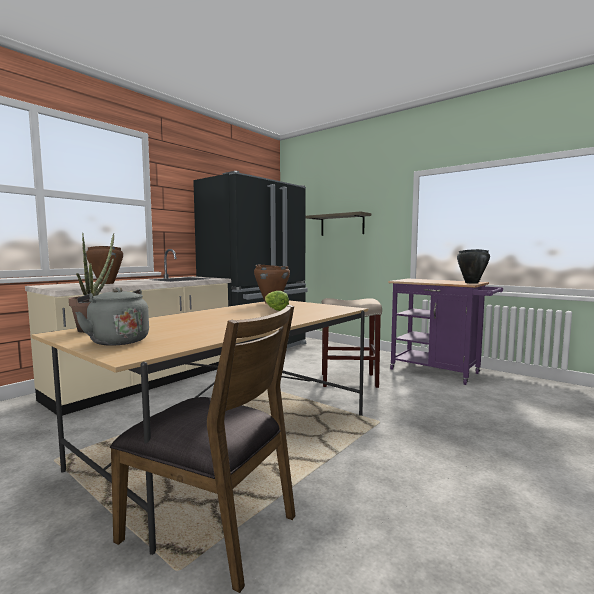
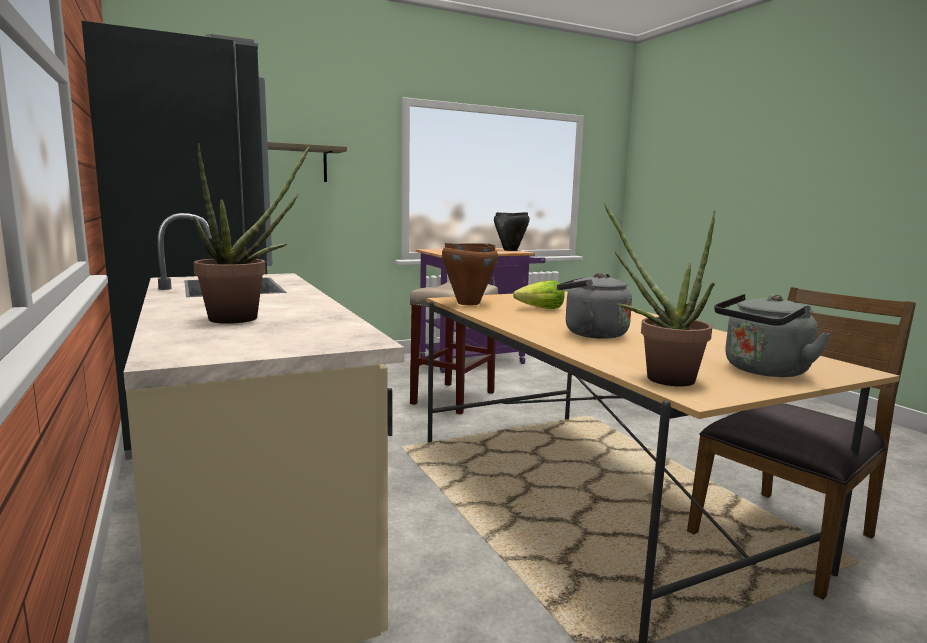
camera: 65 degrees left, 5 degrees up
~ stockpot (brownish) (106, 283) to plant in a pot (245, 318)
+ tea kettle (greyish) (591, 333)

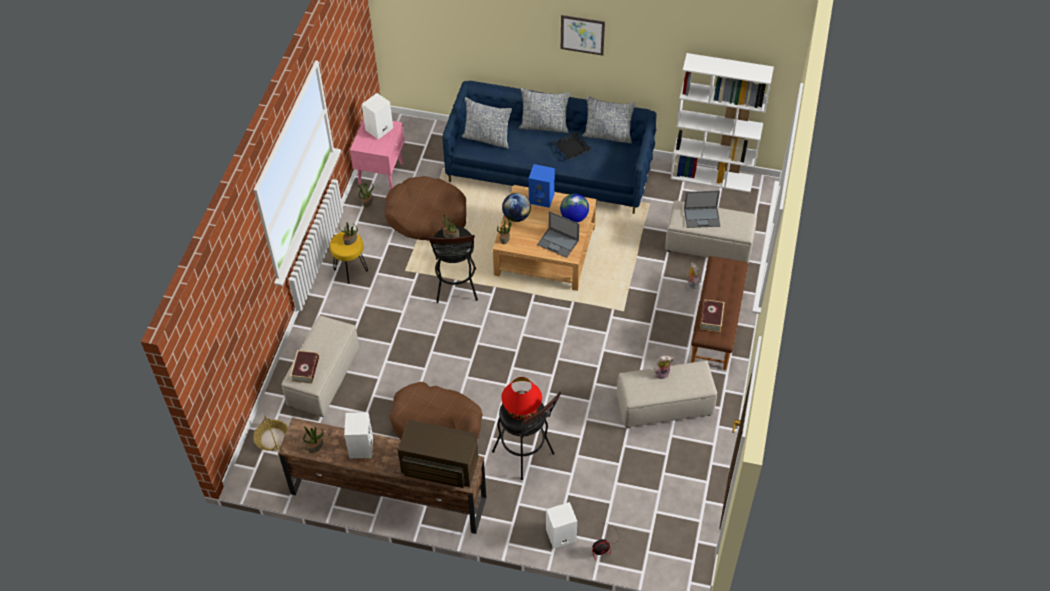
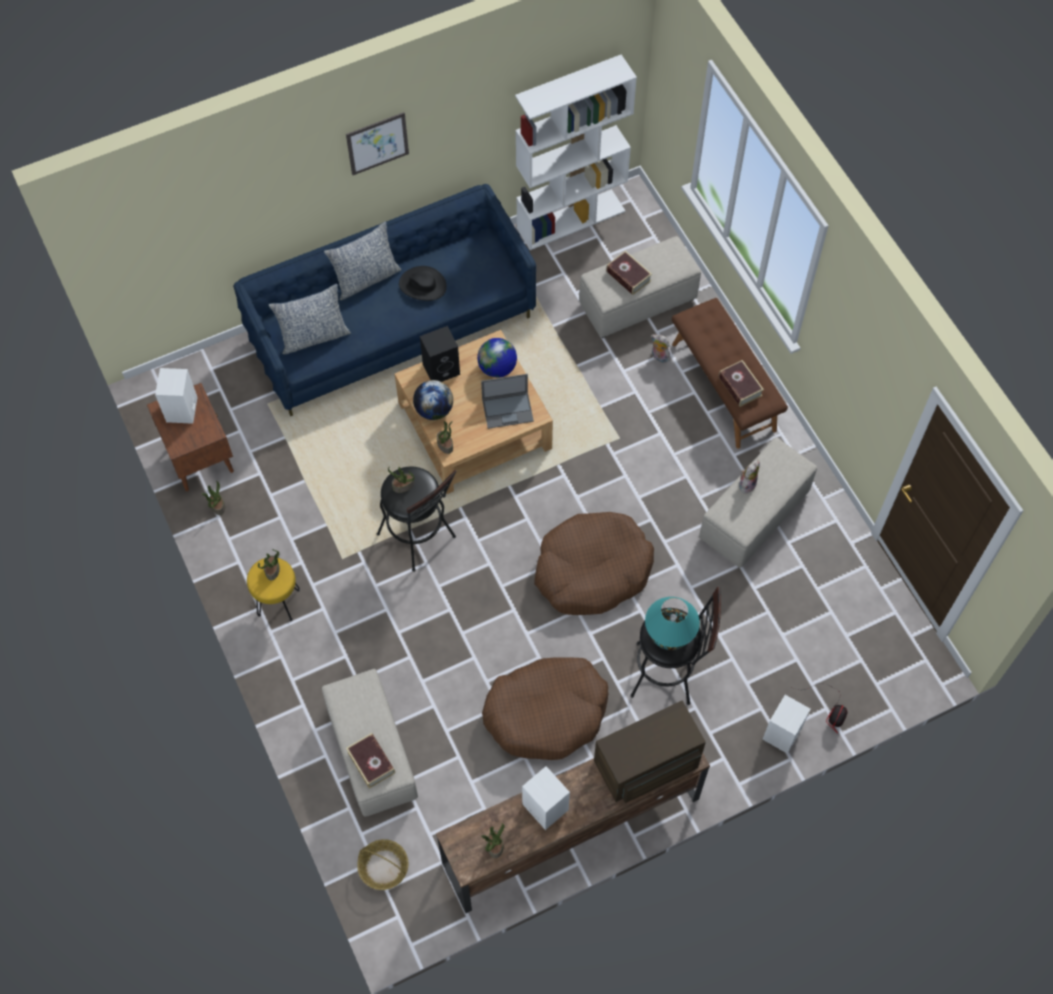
camera: 40 degrees left, 10 degrees up
- cushion (608, 135)
~ night table (pink) (381, 173) to night table (brownish) (200, 458)
~ serving tray (blackish) (572, 148) to clothing hat (blackish) (422, 285)
~ speaker (blue-coloured) (542, 198) to speaker (blackish) (442, 368)
~ pet bed (brownish) (427, 216) to (592, 570)
~ laptop (702, 217) to volume (628, 276)
~ tabletop lamp (red) (521, 409) to tabletop lamp (blue-green) (669, 633)

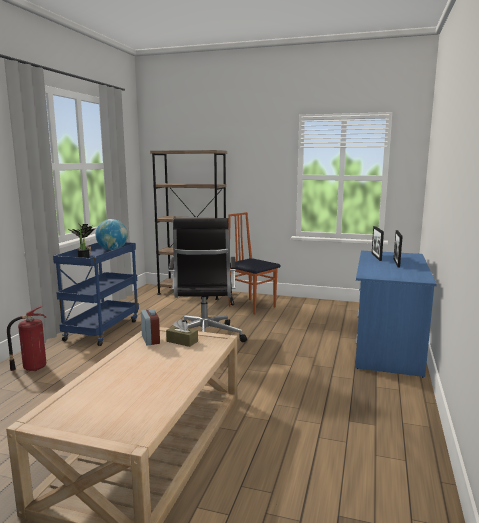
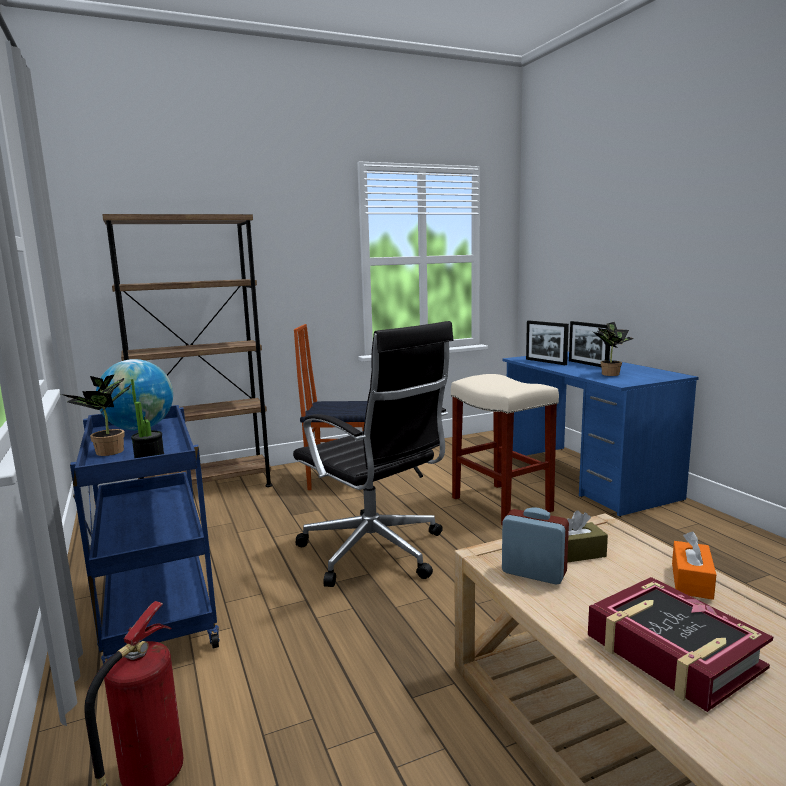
camera: 40 degrees left, 0 degrees up
+ plant in a pot (610, 373)
+ stool (beige) (500, 504)
+ tissue box (orange) (691, 580)
+ volume (672, 652)

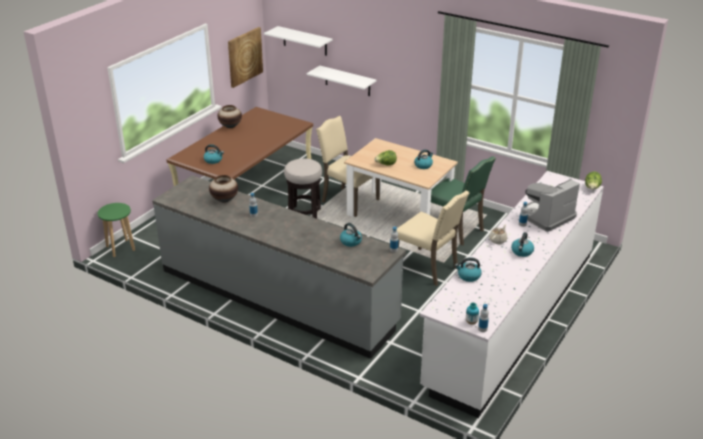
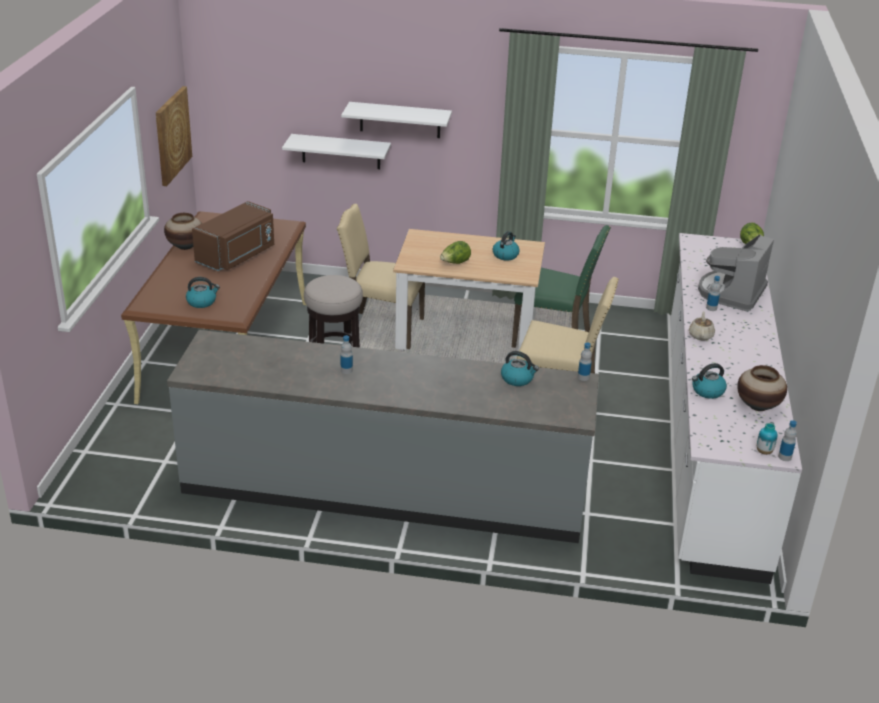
camera: 25 degrees left, 0 degrees up
~ shelf (whitish) (304, 41) to (400, 120)
~ decorative vase (224, 200) to (757, 406)
- stool (greenish) (120, 248)
- tea kettle (522, 252)
+ kitchen microwave (brownish) (237, 255)

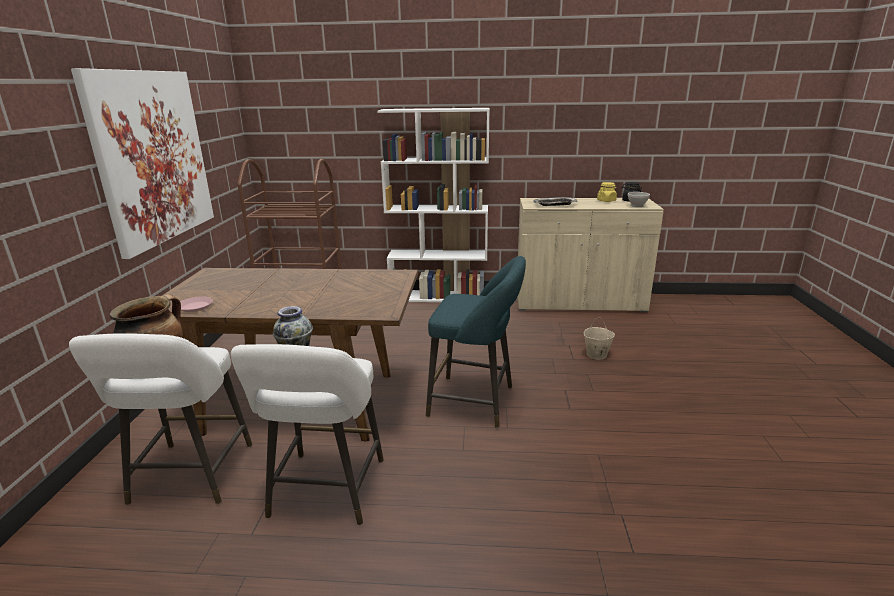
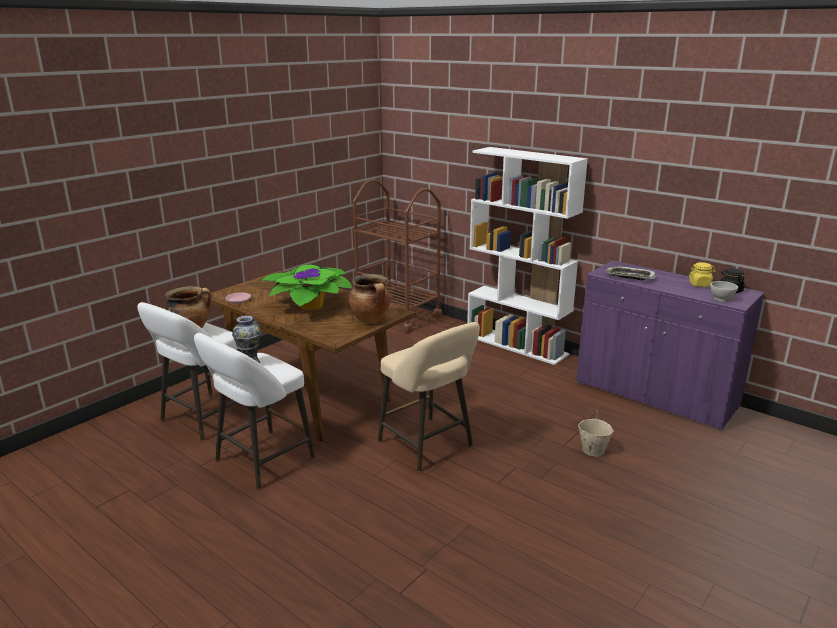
camera: 35 degrees right, 0 degrees up
- picture (153, 157)
~ cupboard (beige) (579, 302) to cupboard (purple-coloured) (655, 395)
~ stool (blue-green) (476, 402) to stool (beige) (428, 446)
+ plant in a pot (308, 306)
+ stockpot (371, 320)

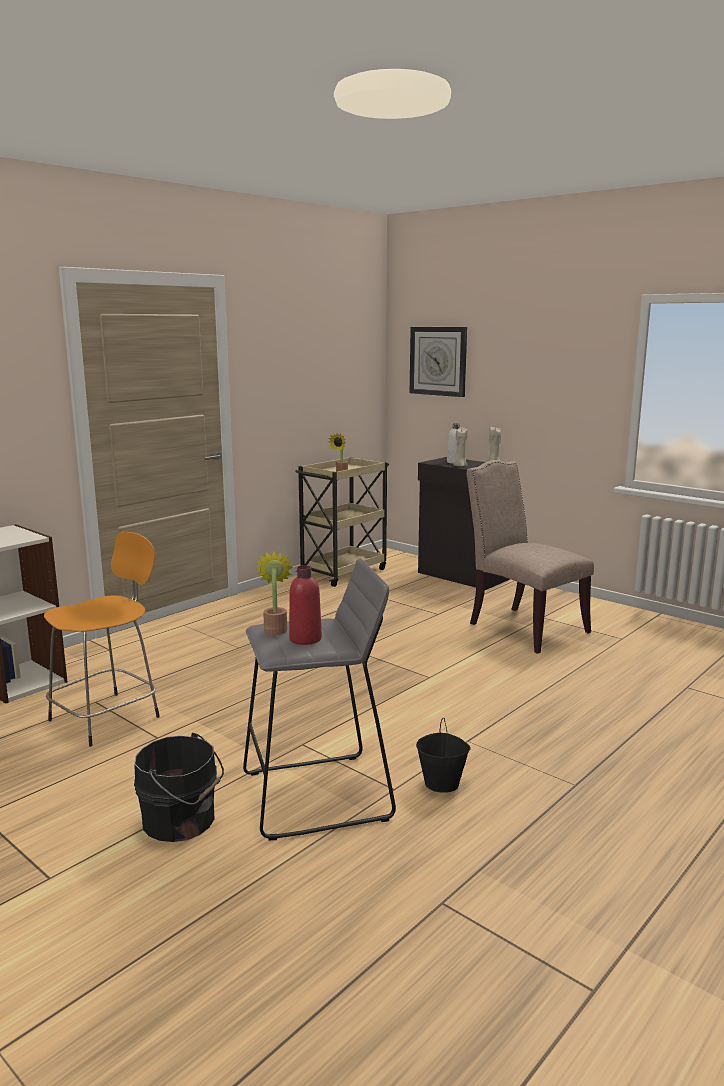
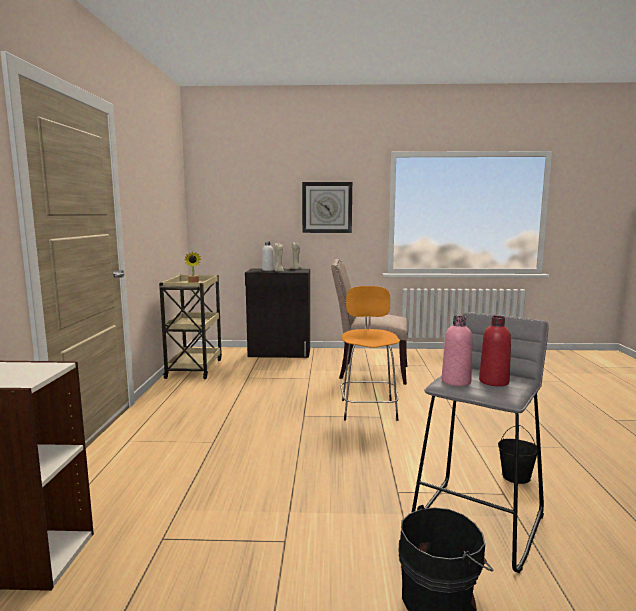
camera: 40 degrees left, 5 degrees down
~ wall clock (438, 361) to (327, 207)
~ stool (orange) (108, 717) to (368, 409)
~ plant in a pot (275, 628) to beverage bottle (pink) (456, 381)

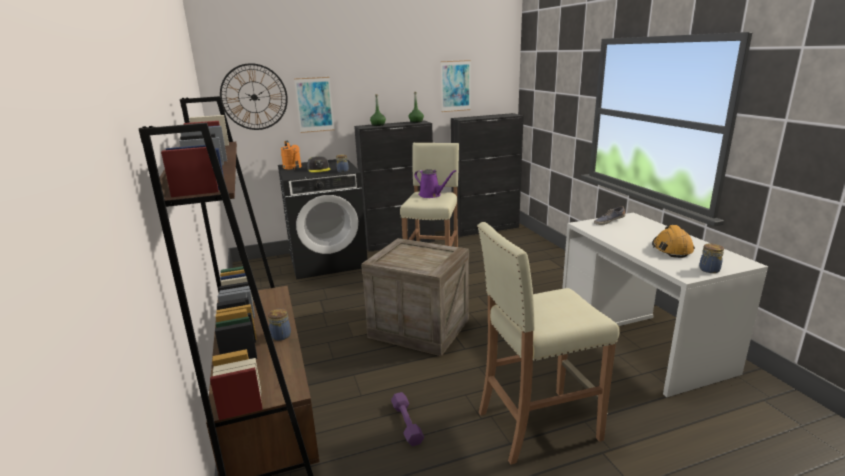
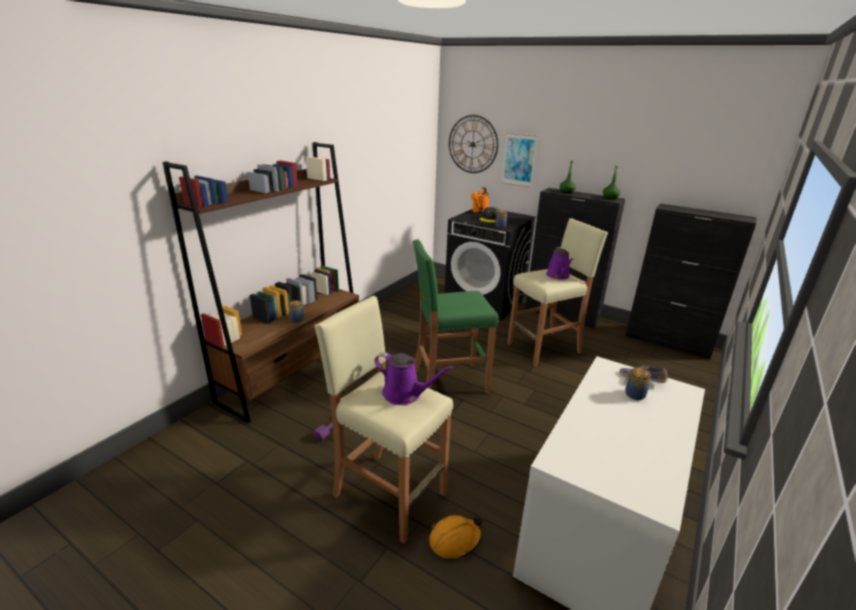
camera: 50 degrees right, 5 degrees up
- picture (455, 86)
~ hard hat (orange) (672, 249) to (455, 540)
~ crate (418, 328) to stool (greenish) (449, 381)
~ preserve jar (708, 270) to (633, 394)
+ watering pot (purple-coloured) (405, 394)

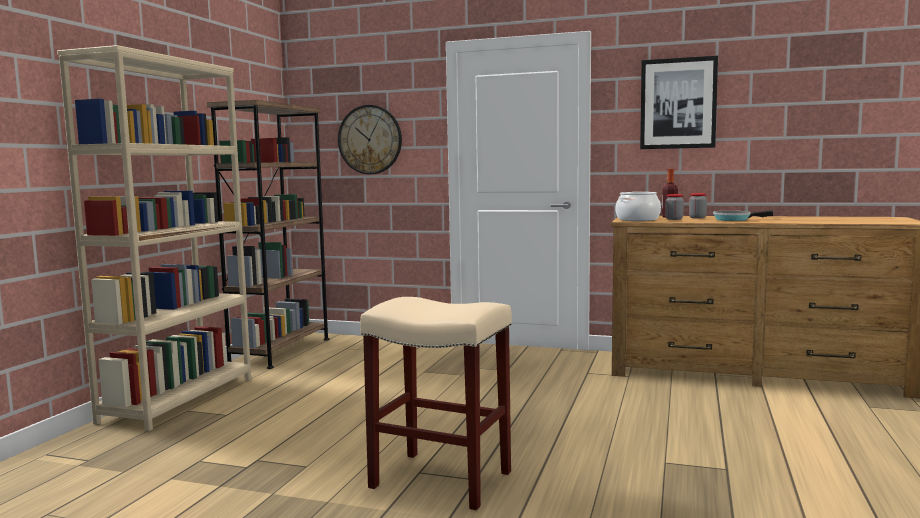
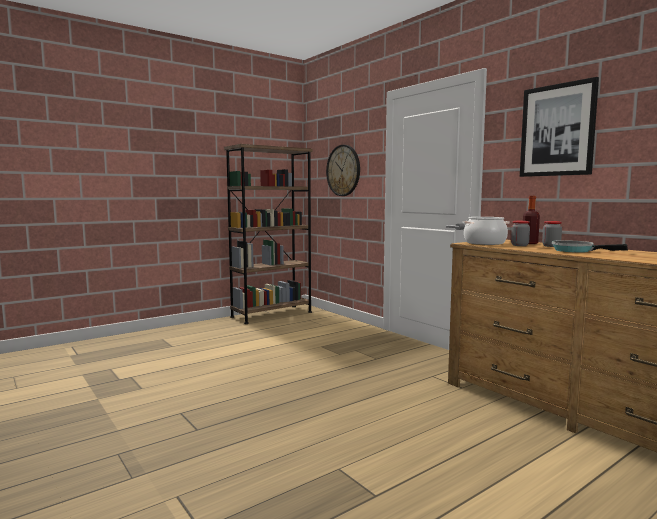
camera: 35 degrees right, 0 degrees up
- shelving unit (beige) (179, 399)
- stool (beige) (443, 479)

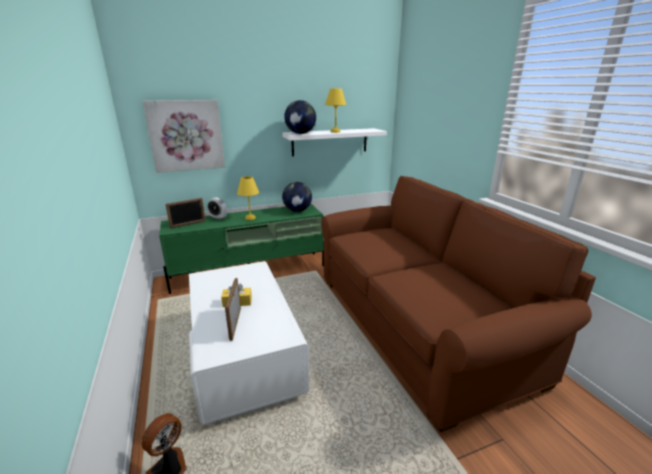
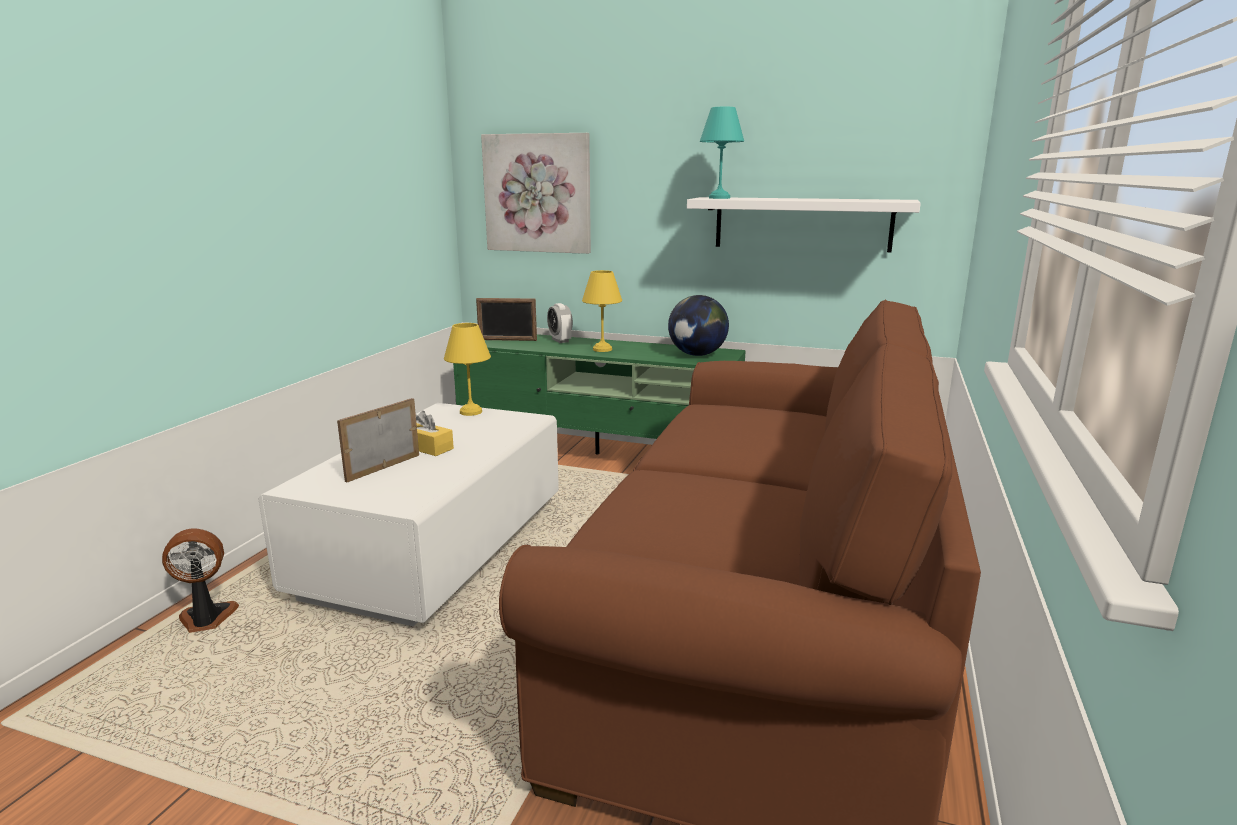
camera: 40 degrees right, 5 degrees down
~ tabletop lamp (yellow-coloured) (335, 131) to (471, 411)
~ world globe (300, 133) to tabletop lamp (blue-green) (719, 198)

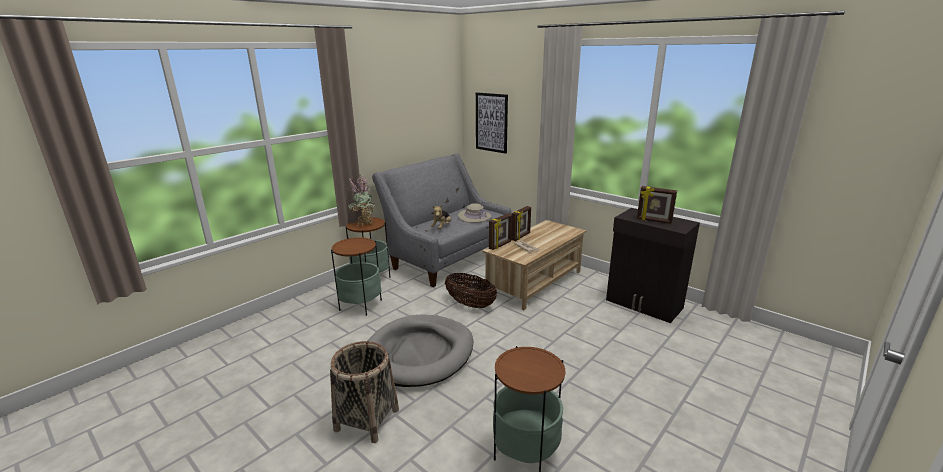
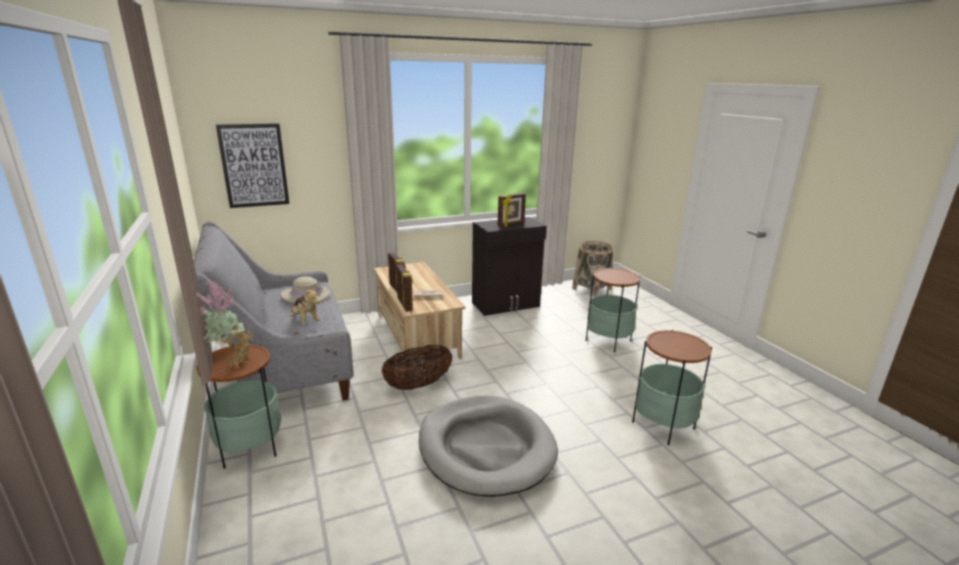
camera: 65 degrees left, 0 degrees up
~ side table (361, 305) to (608, 341)
~ storage basket (367, 419) to (591, 289)

